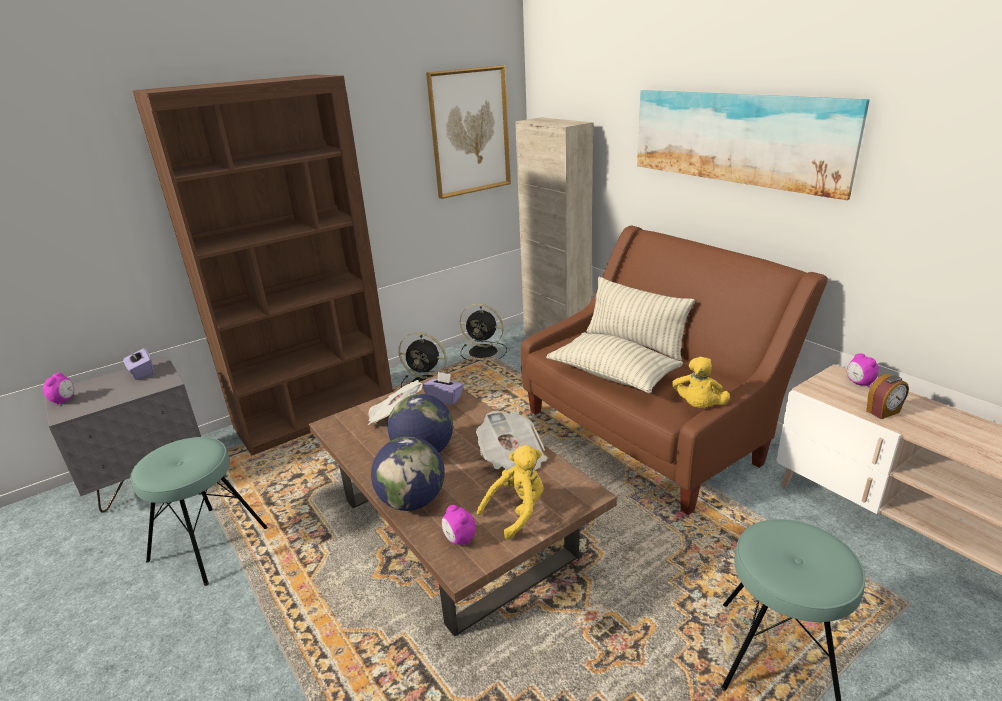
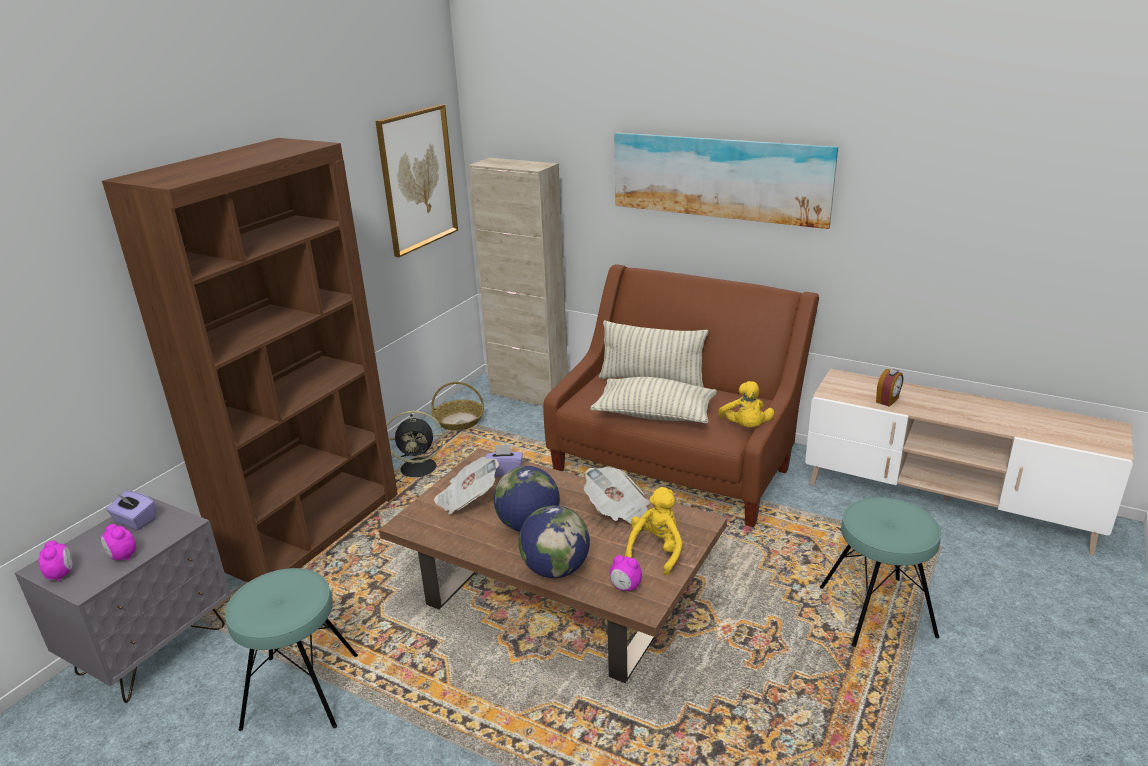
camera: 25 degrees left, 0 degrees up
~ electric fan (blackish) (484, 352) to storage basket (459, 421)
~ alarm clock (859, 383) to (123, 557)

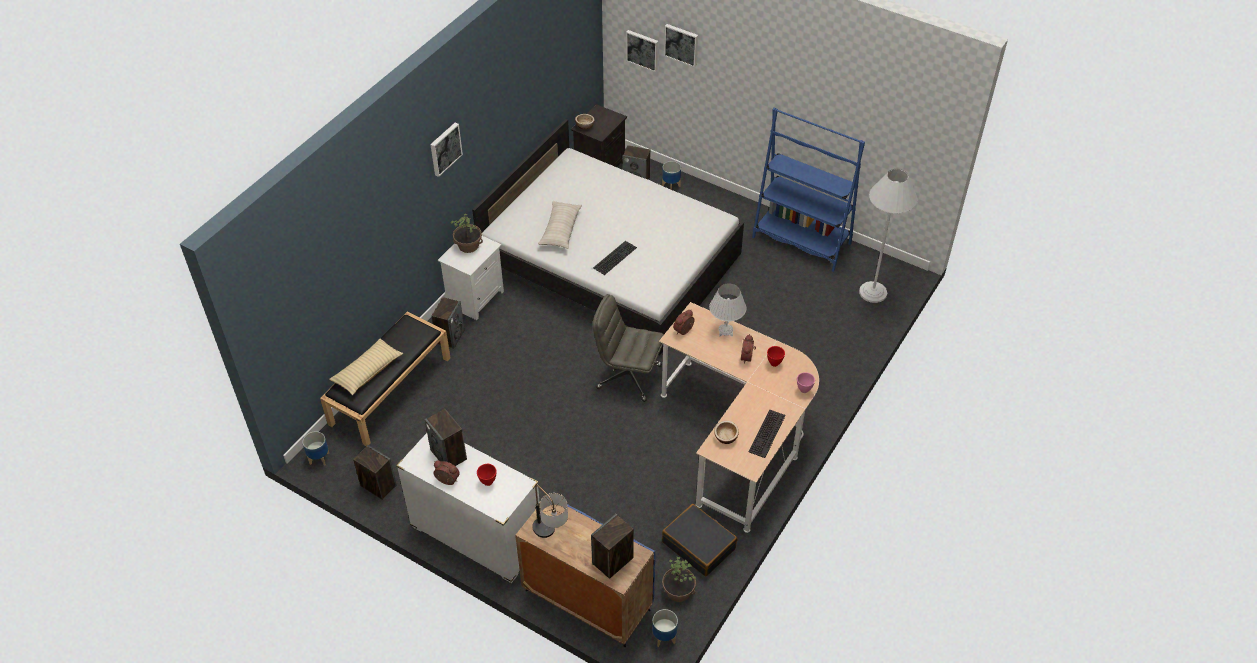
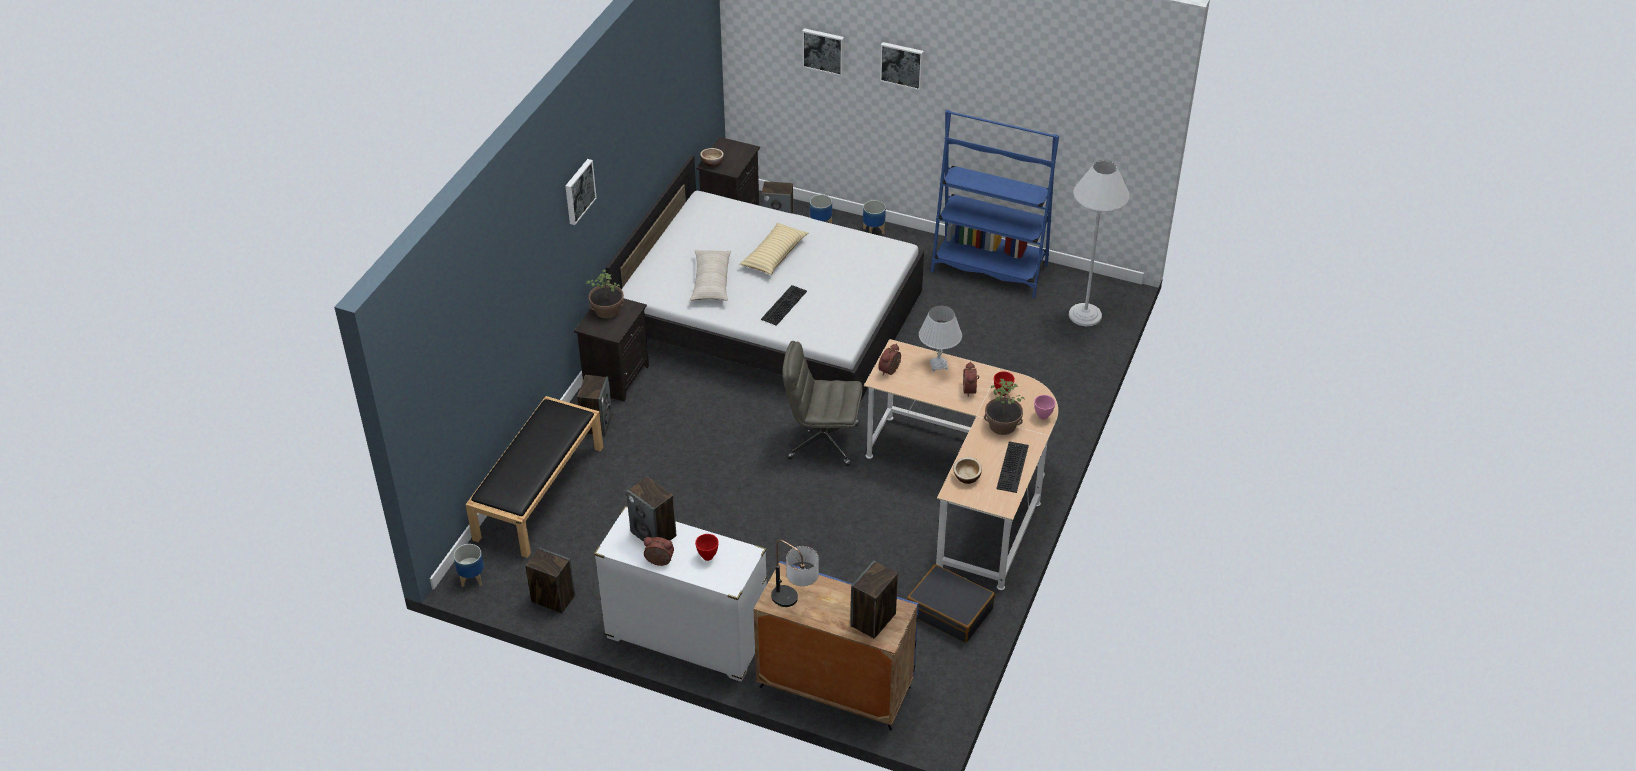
camera: 10 degrees left, 5 degrees down
~ picture (643, 50) to (902, 64)
~ night table (whitish) (475, 298) to night table (blackish) (616, 377)
~ cushion (beige) (367, 371) to (774, 255)
~ plant in a pot (678, 591) to (1002, 425)
~ plant pot (664, 637) to (873, 231)

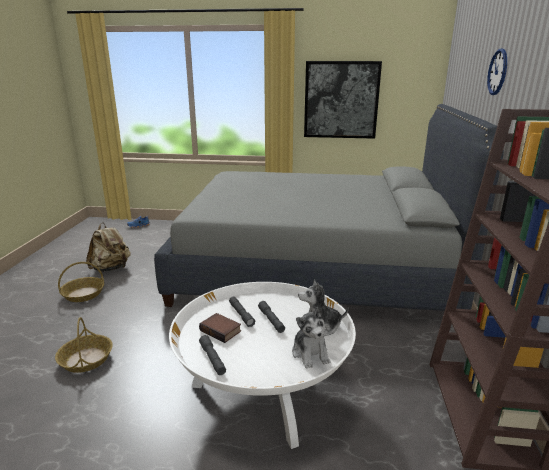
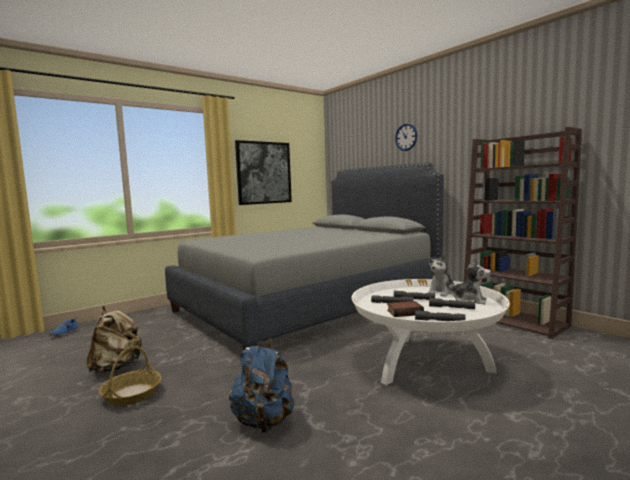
camera: 45 degrees left, 15 degrees down
~ storage basket (86, 359) to rucksack (blue-coloured) (264, 422)
+ flashlight (greyish) (451, 308)

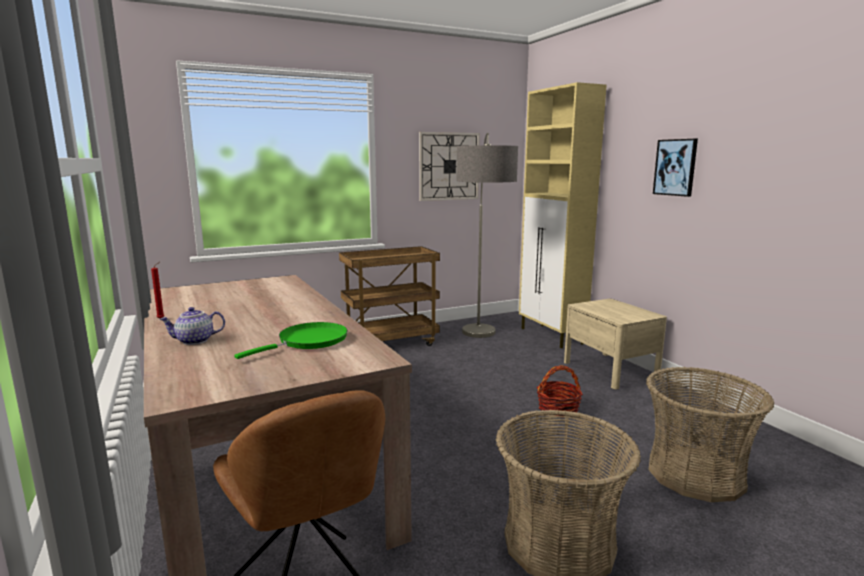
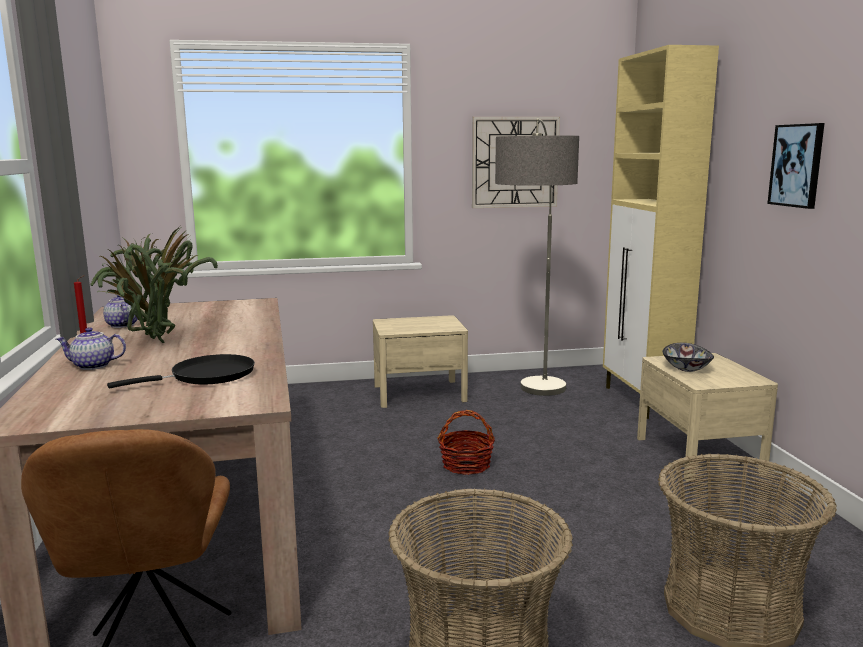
camera: 15 degrees right, 0 degrees up
~ cart (brownish) (391, 343) to night table (beige) (419, 393)
~ frying pan (greenish) (309, 341) to frying pan (blackish) (207, 376)
~ storage basket (558, 409) to (466, 465)
+ plant in a pot (156, 344)
+ tea pot (121, 325)
+ serving bowl (687, 368)

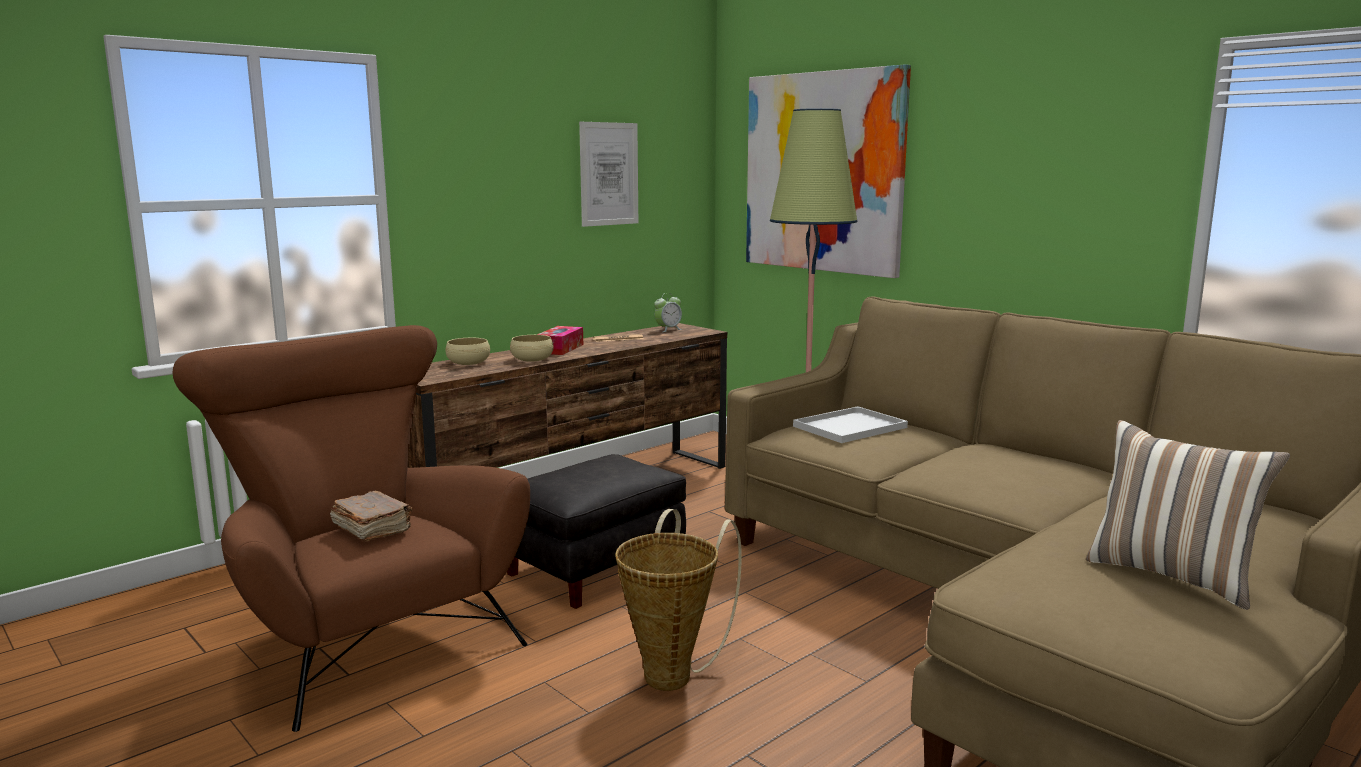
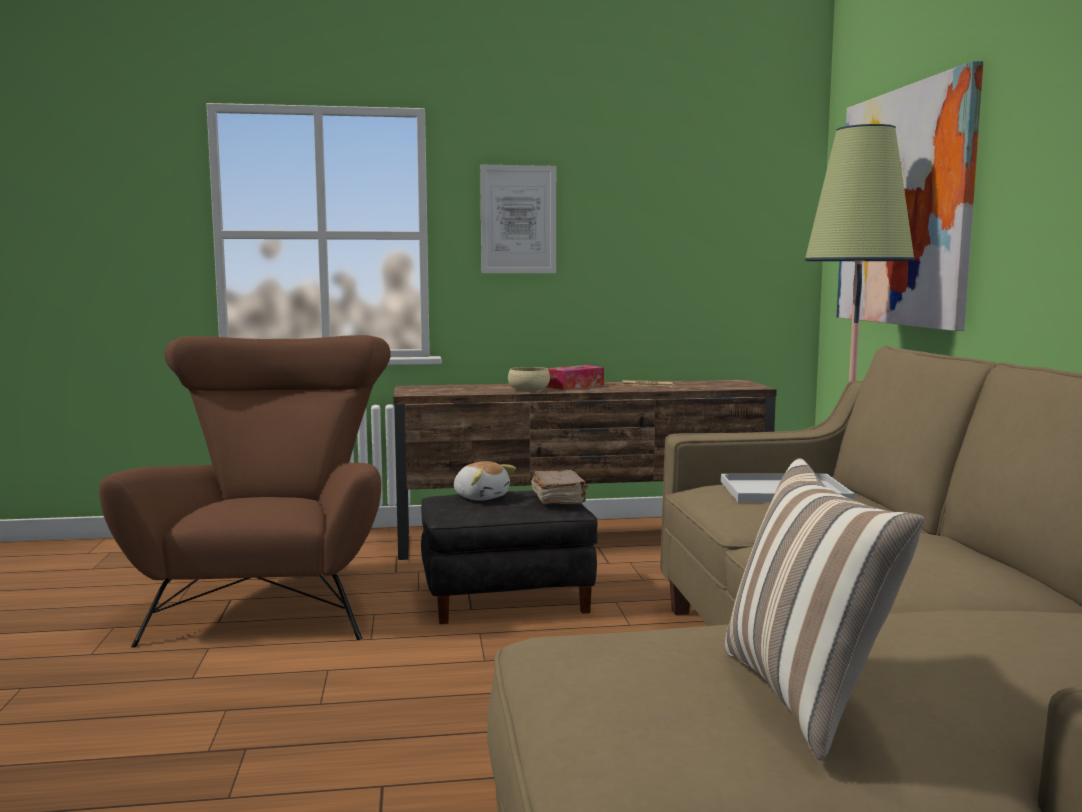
camera: 35 degrees right, 5 degrees down
~ picture (609, 174) to (518, 219)
- alarm clock (668, 329)
- serving bowl (beige) (468, 362)
~ volume (brownish) (372, 529) to (559, 499)
- storage basket (673, 673)
+ cuddly toy (481, 497)

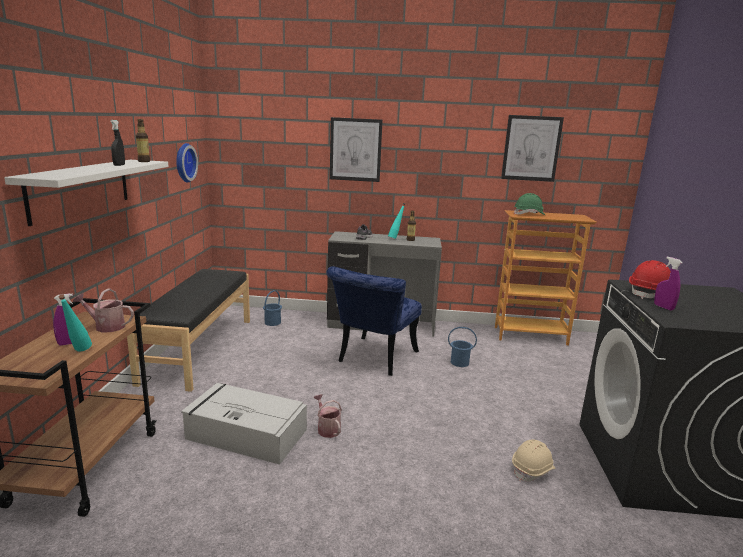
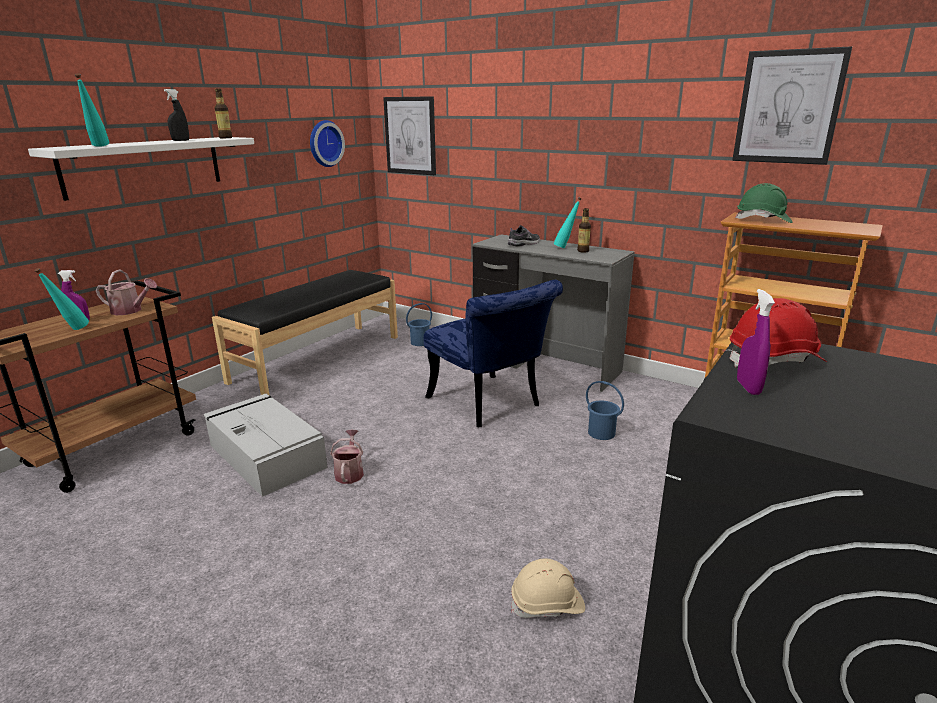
camera: 30 degrees right, 5 degrees up
~ picture (355, 149) to (410, 136)
~ chair (blue-coloured) (373, 359) = (489, 405) 90 degrees counterclockwise
~ watering pot (106, 326) = (130, 310) 150 degrees clockwise
+ beverage bottle (blue-green) (98, 146)

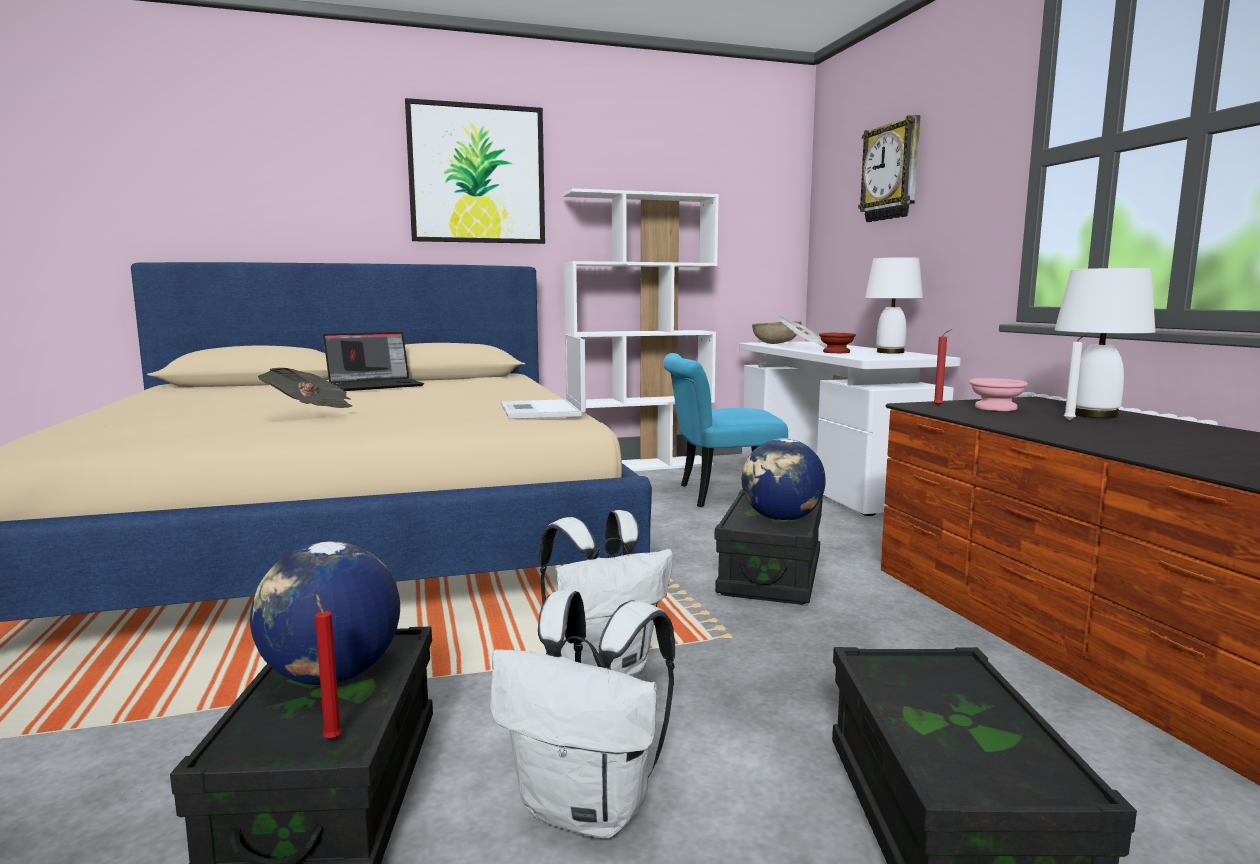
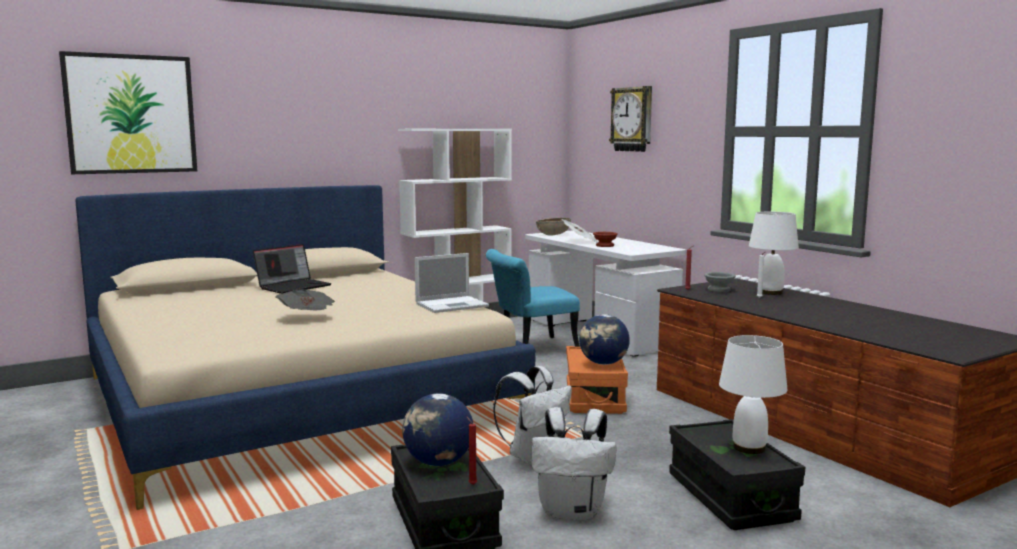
camera: 15 degrees left, 0 degrees up
~ picture (477, 174) to (131, 114)
~ tabletop lamp (whitish) (890, 352) to (749, 447)
~ laptop (542, 411) = (453, 305) 90 degrees counterclockwise
~ serving bowl (pink) (997, 408) to serving bowl (greyish) (719, 290)
~ storage bin (blackish) (770, 574) to storage bin (orange) (594, 398)

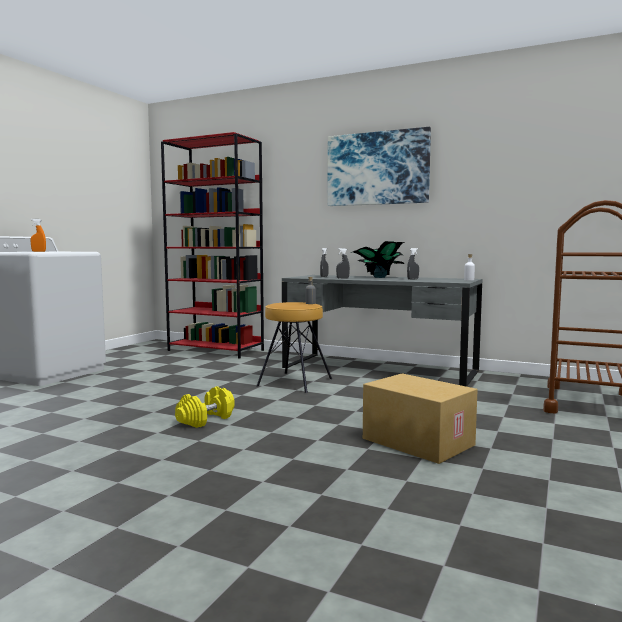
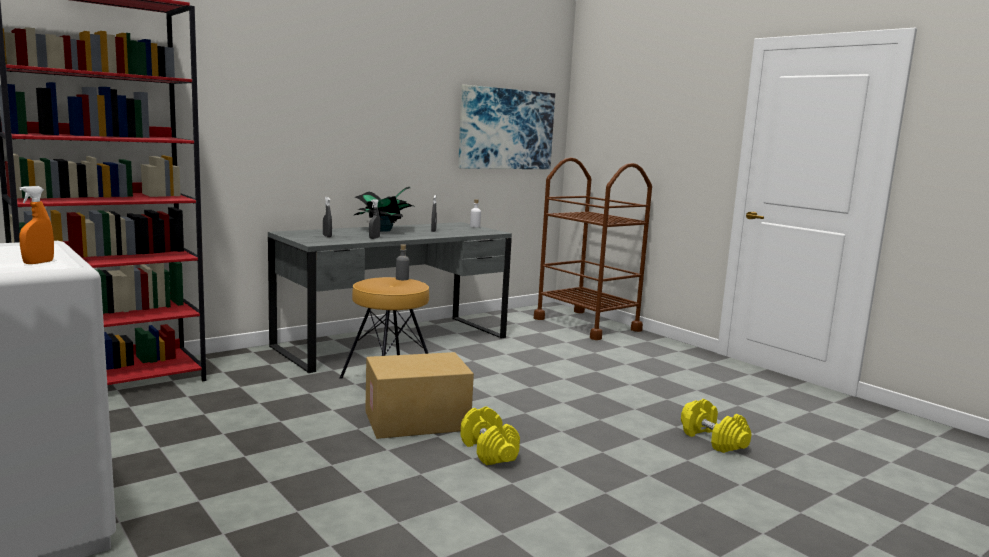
camera: 65 degrees left, 5 degrees up
~ picture (377, 168) to (506, 129)
~ cardboard box (416, 442) to (416, 421)
+ hand weight (yellow-coloured) (712, 440)

